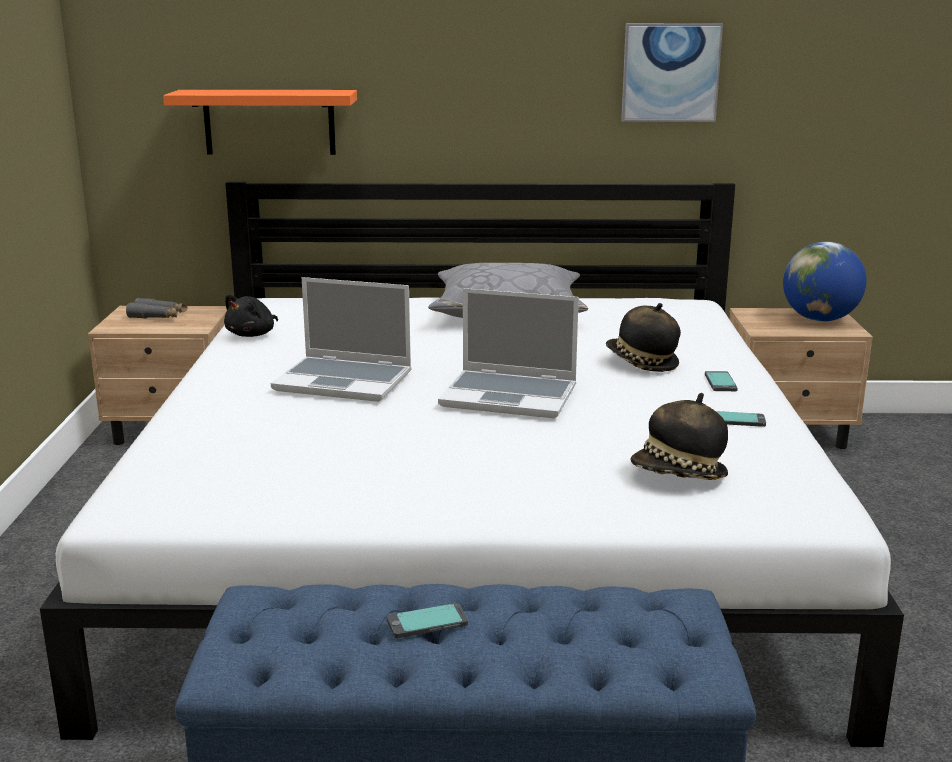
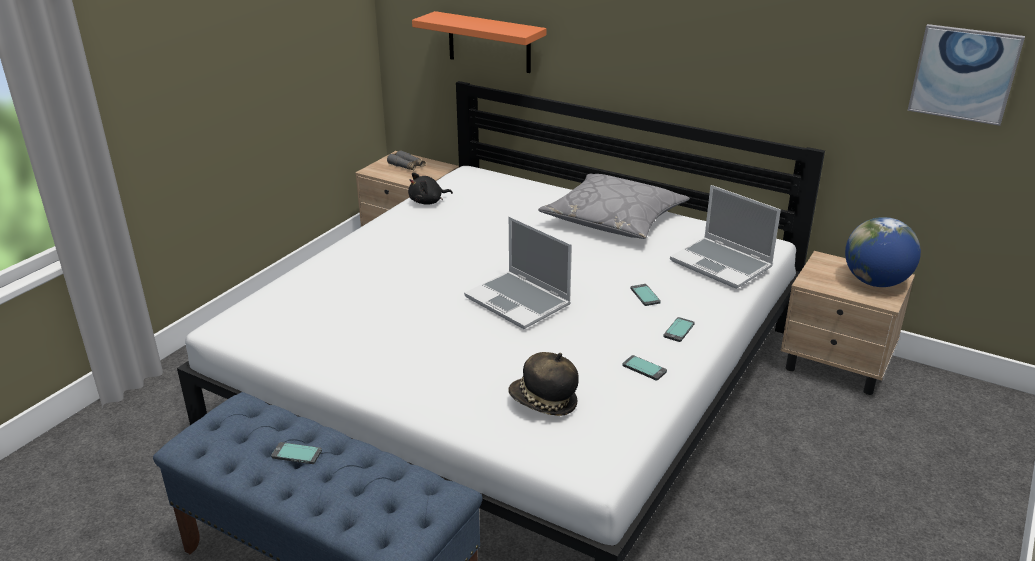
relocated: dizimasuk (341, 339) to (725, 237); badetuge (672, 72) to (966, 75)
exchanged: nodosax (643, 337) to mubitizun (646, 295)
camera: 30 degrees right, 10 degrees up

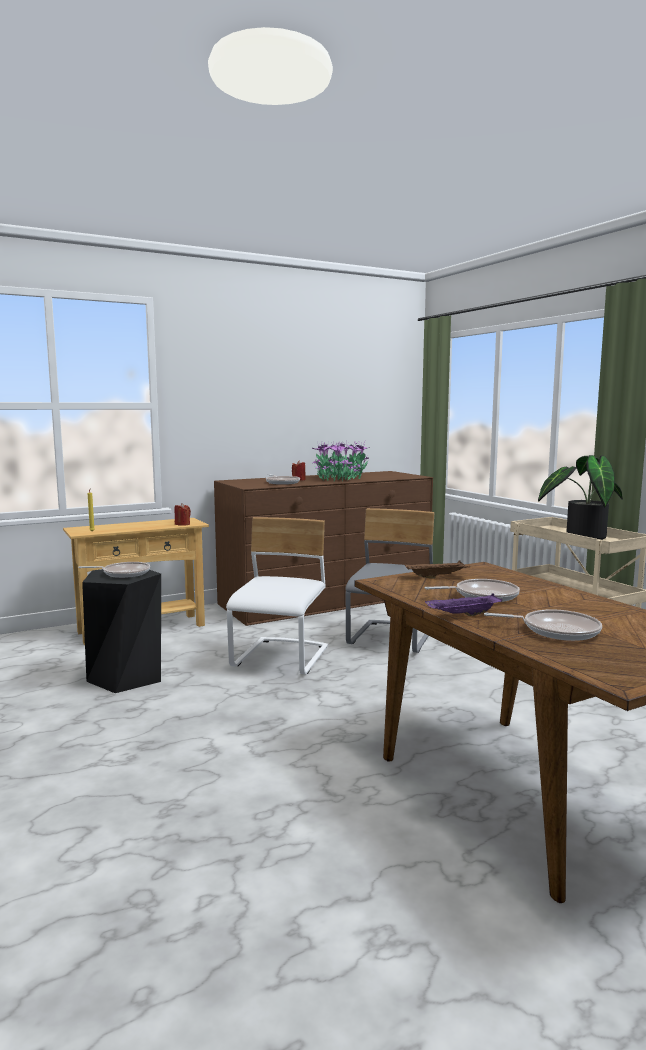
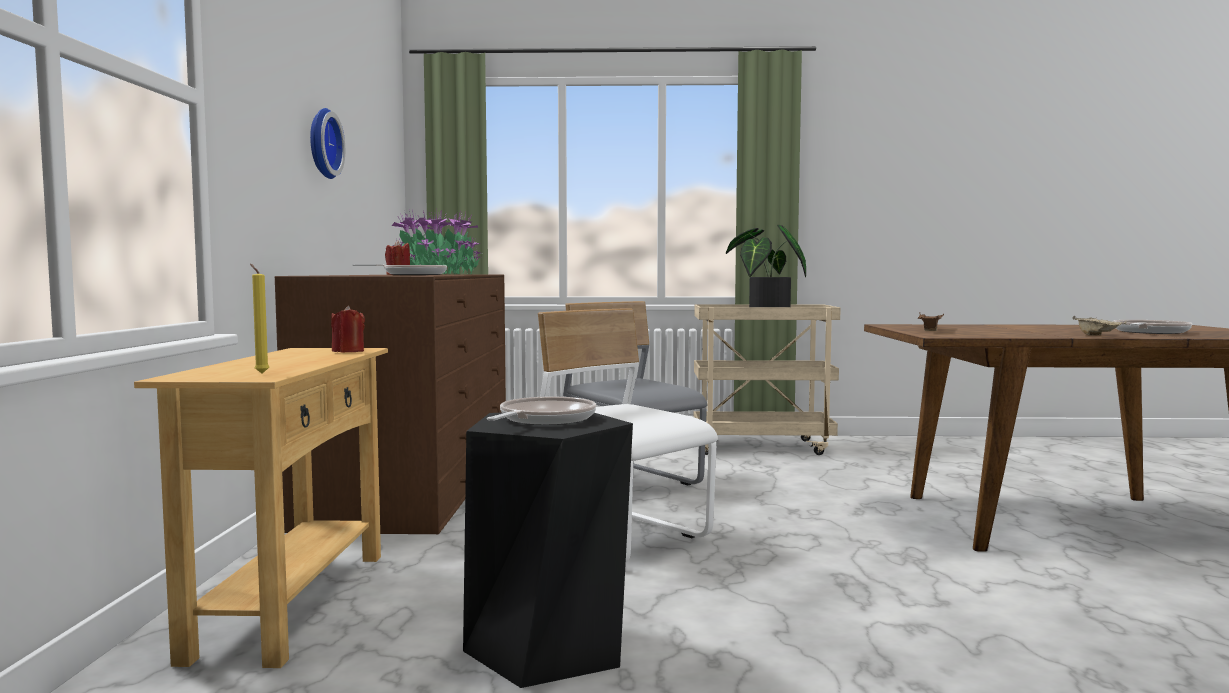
missing: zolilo (472, 590)
appeared: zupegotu (327, 143)
colour: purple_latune (463, 604) to beige_latune (1099, 326)
camera: 60 degrees left, 5 degrees down

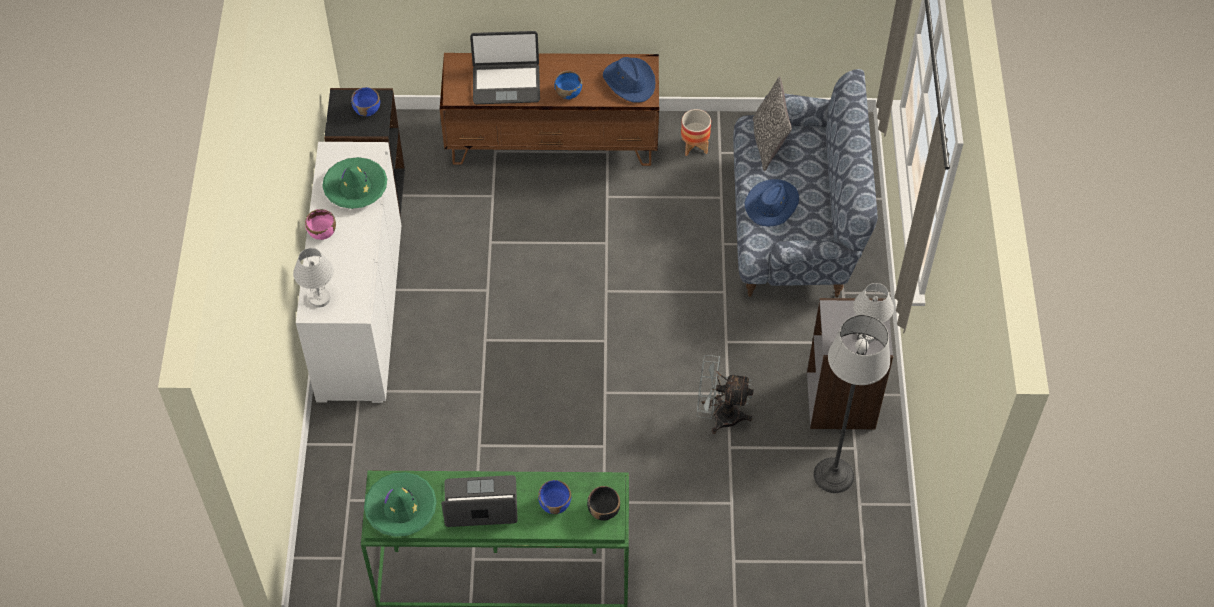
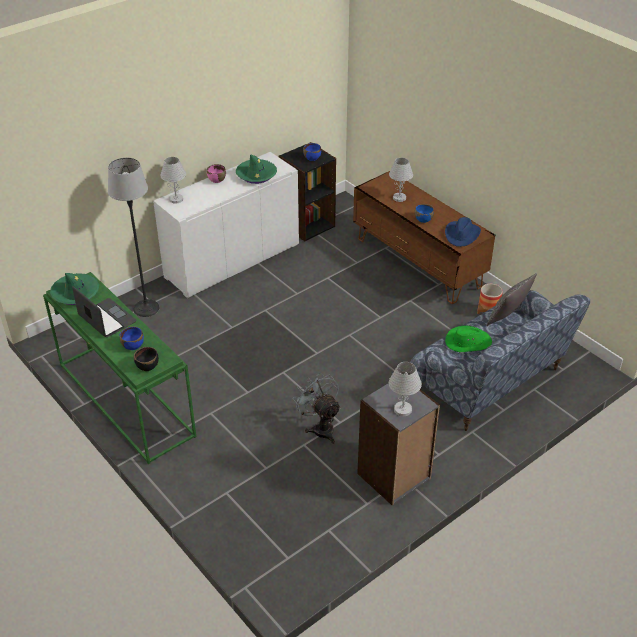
relocated: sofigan (852, 404) to (134, 237)
exchanged: dizimasuk (505, 67) to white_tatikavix (401, 180)
colour: blue_nodosax (772, 203) to green_nodosax (468, 339)
camera: 50 degrees right, 15 degrees down

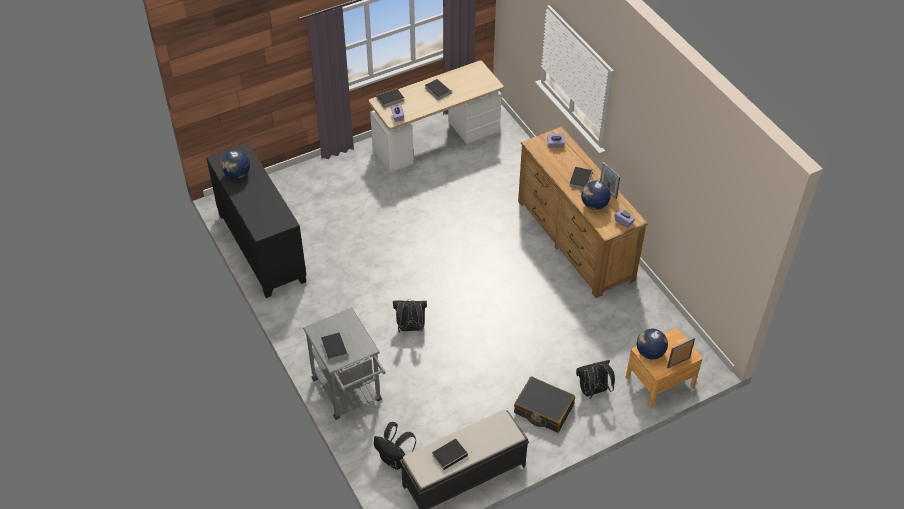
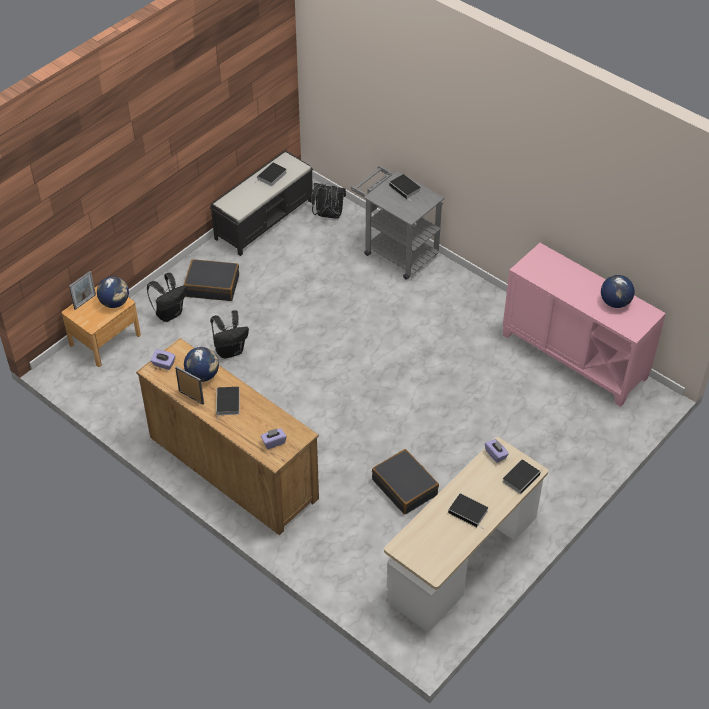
appeared: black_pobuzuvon (405, 482)
relocated: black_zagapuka (410, 316) to (229, 334)
colour: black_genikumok (256, 220) to pink_genikumok (584, 325)
camera: 160 degrees right, 0 degrees up

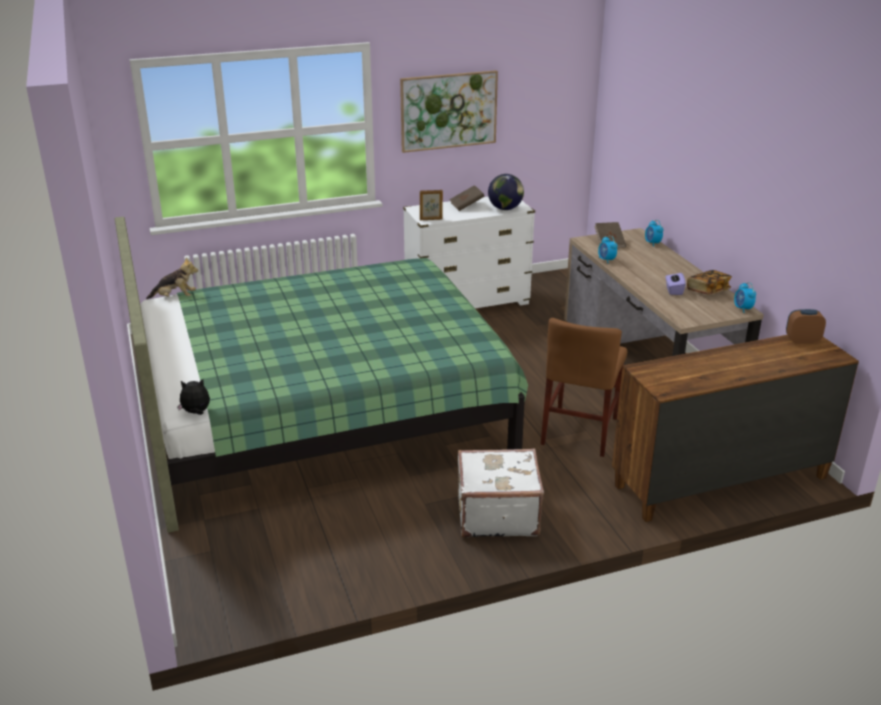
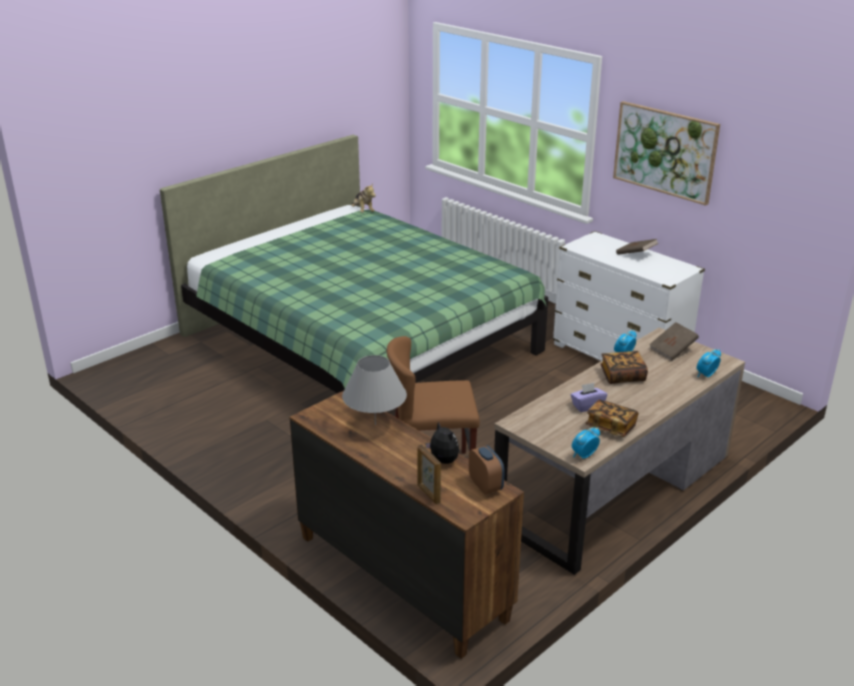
missing: white_pobuzuvon (501, 493); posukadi (506, 192)
appeared: grey_tatikavix (374, 390); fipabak (624, 367)
relocated: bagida (193, 397) to (442, 443); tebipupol (431, 205) to (429, 474)
camera: 65 degrees right, 0 degrees up

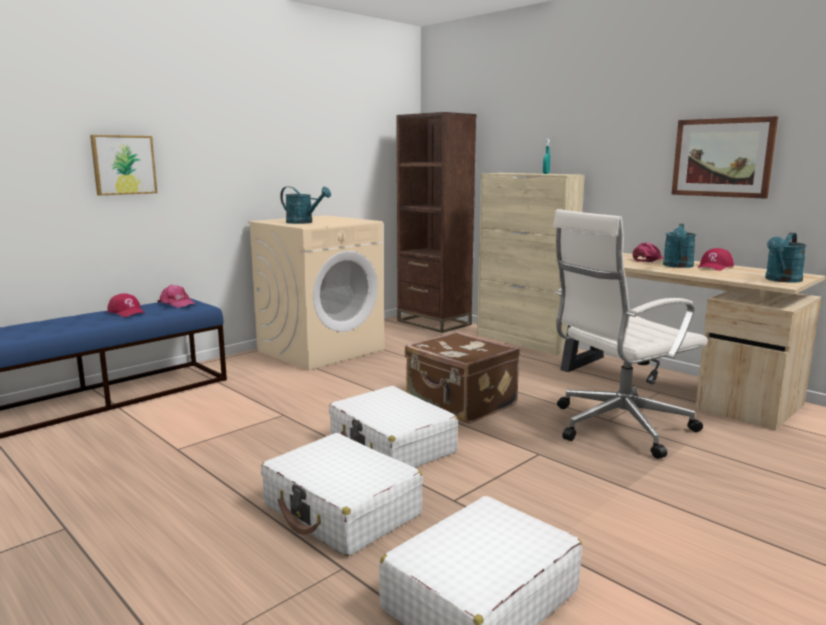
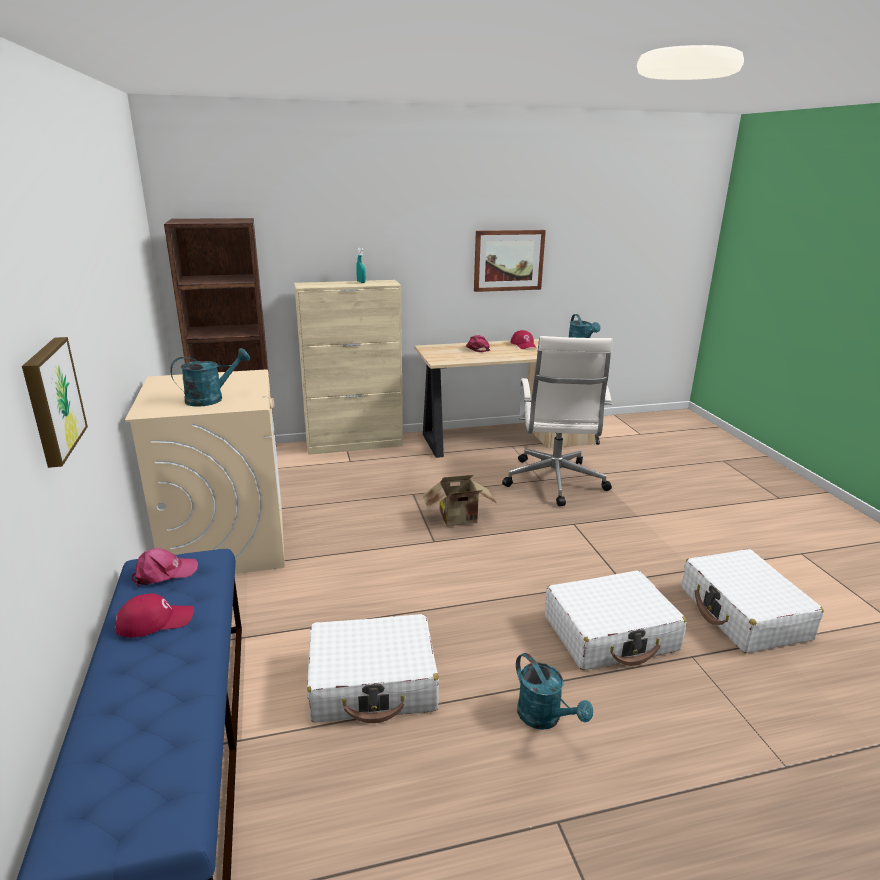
relocated: white_pobuzuvon (393, 427) to (373, 668); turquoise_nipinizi (679, 246) to (554, 691)
exchanged: brown_pobuzuvon (462, 377) to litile (459, 500)
camera: 60 degrees left, 10 degrees up

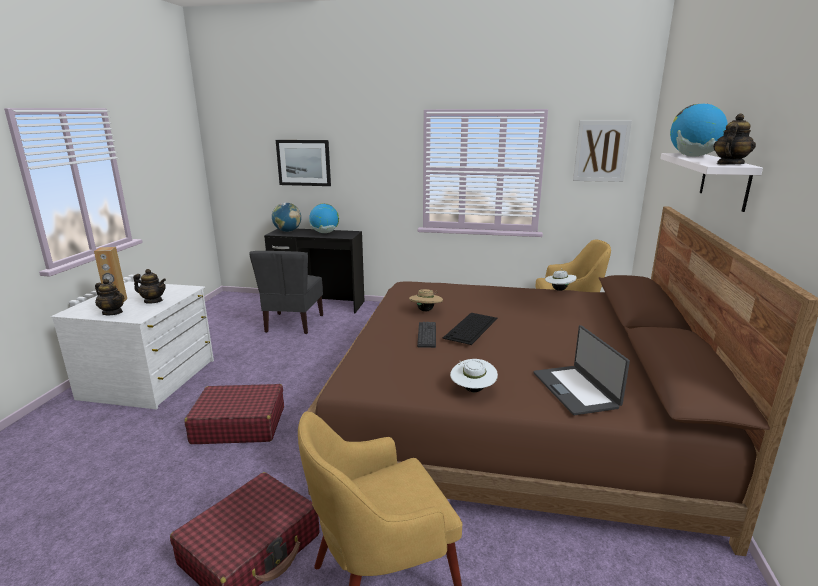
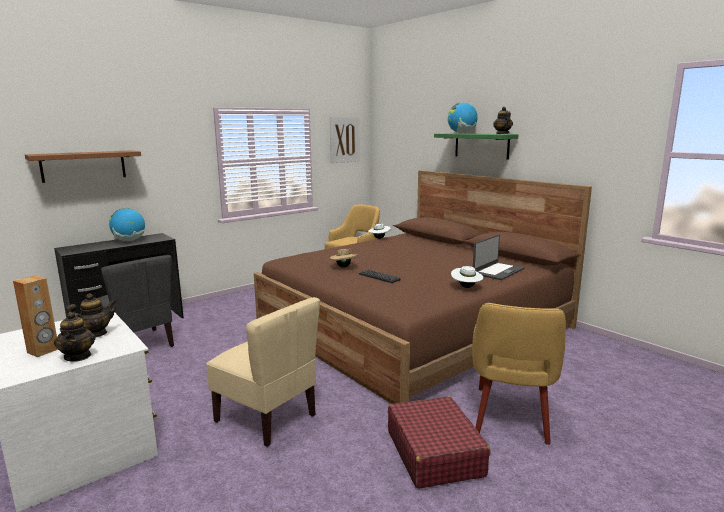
missing: posukadi (286, 217); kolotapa (470, 329)
exchanged: red_pobuzuvon (234, 414) to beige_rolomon (263, 372); badetuge (303, 163) to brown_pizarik (83, 166)
colour: white_pizarik (711, 182) to green_pizarik (476, 146)
spun: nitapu (109, 297) = (74, 337) 90 degrees clockwise; dizimasuk (581, 370) = (499, 257) 75 degrees counterclockwise
camera: 50 degrees left, 5 degrees down

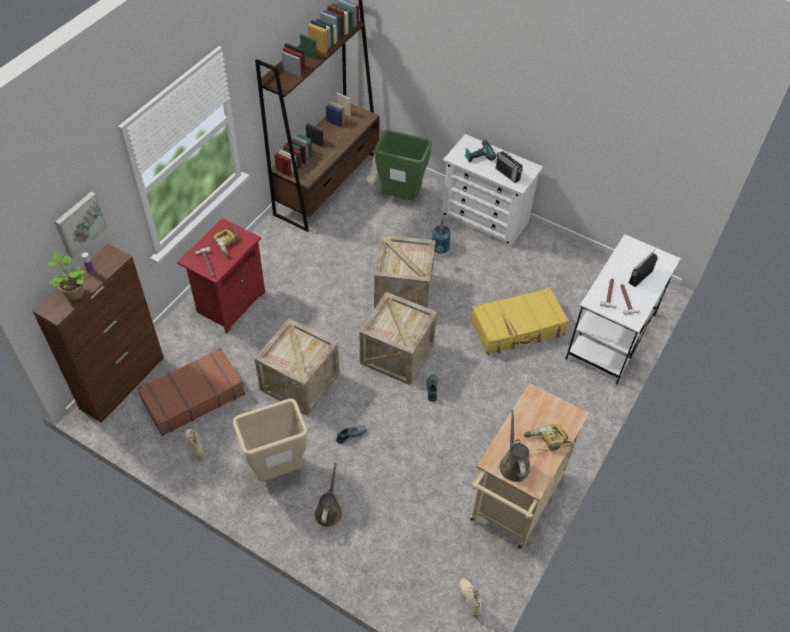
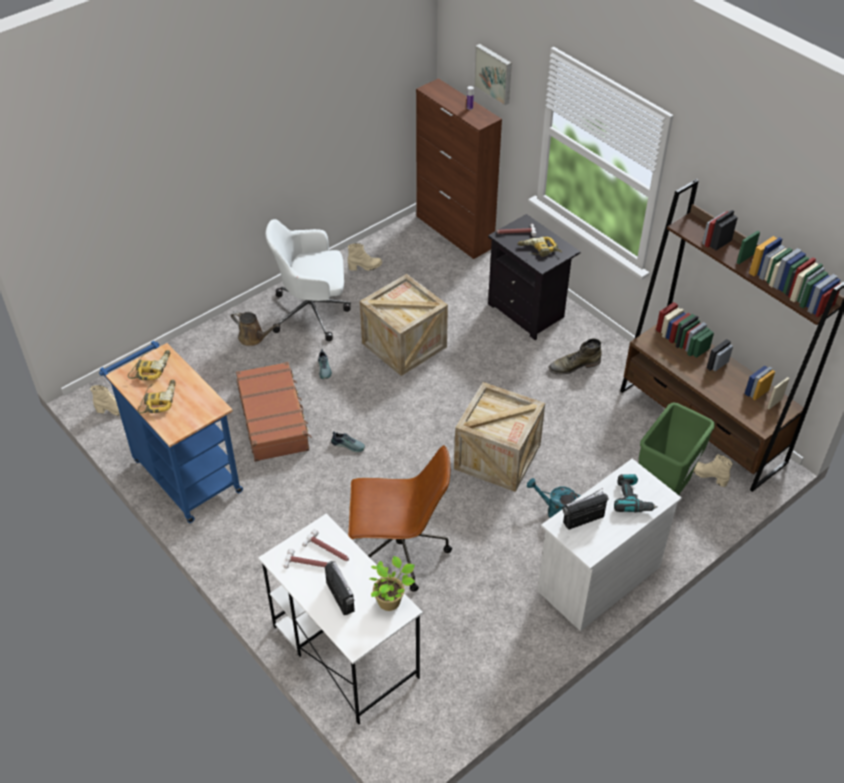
missing: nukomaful (398, 338)
appeared: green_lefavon (575, 356)
relocated: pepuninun (66, 276) to (392, 583); brown_pobuzuvon (191, 392) to (274, 412)
exchanged: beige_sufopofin (270, 440) to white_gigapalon (308, 280); yellow_pobuzuvon (519, 321) to brown_gigapalon (400, 518); brown_nipinizi (514, 446) to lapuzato (149, 365)
colour: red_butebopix (221, 275) to black_butebopix (534, 277); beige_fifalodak (529, 466) to blue_fifalodak (171, 432)
camera: 110 degrees right, 5 degrees down

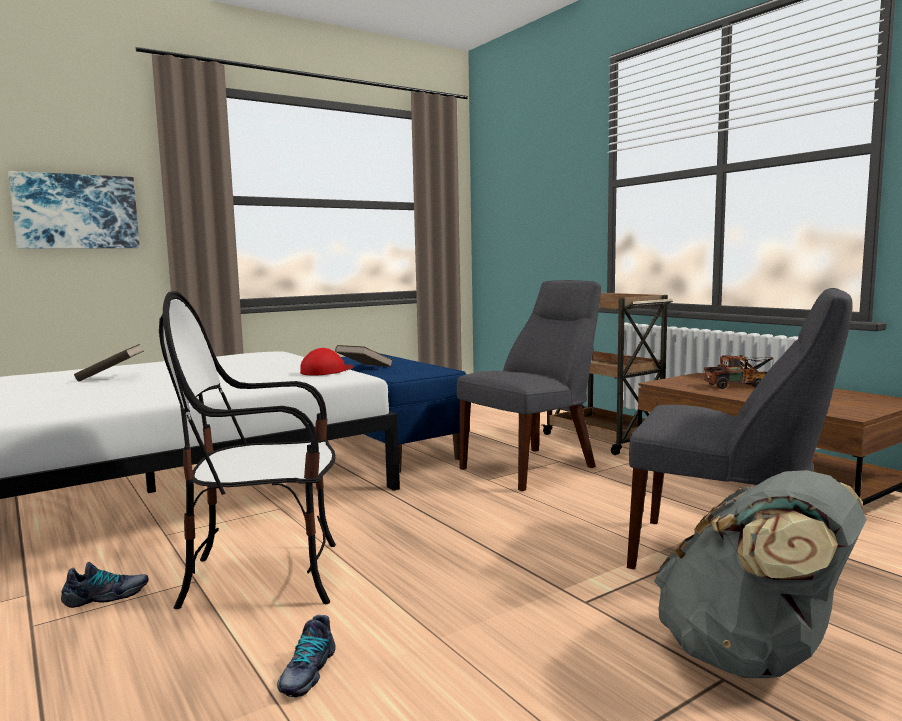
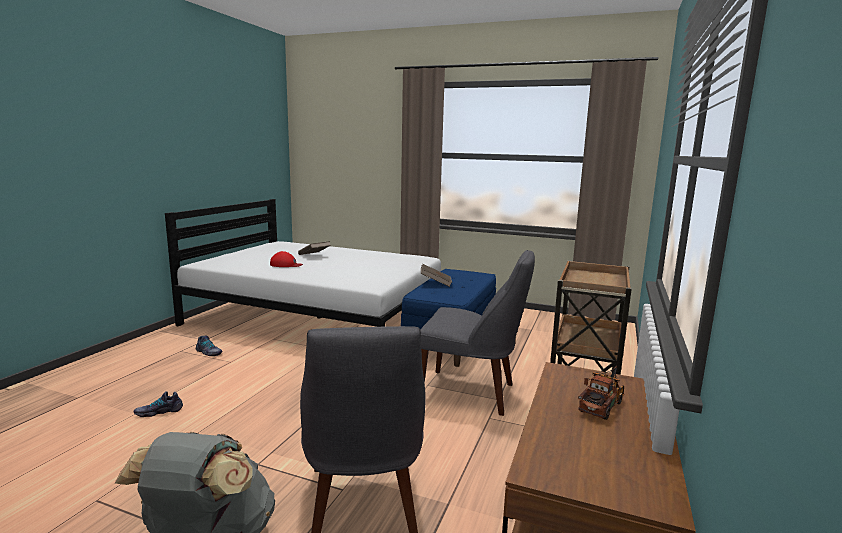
missing: badetuge (74, 210); rolomon (247, 450)
relocated: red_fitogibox (326, 362) to (286, 259)
spun: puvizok (738, 372) = (601, 393) 105 degrees counterclockwise
camera: 55 degrees right, 5 degrees up

